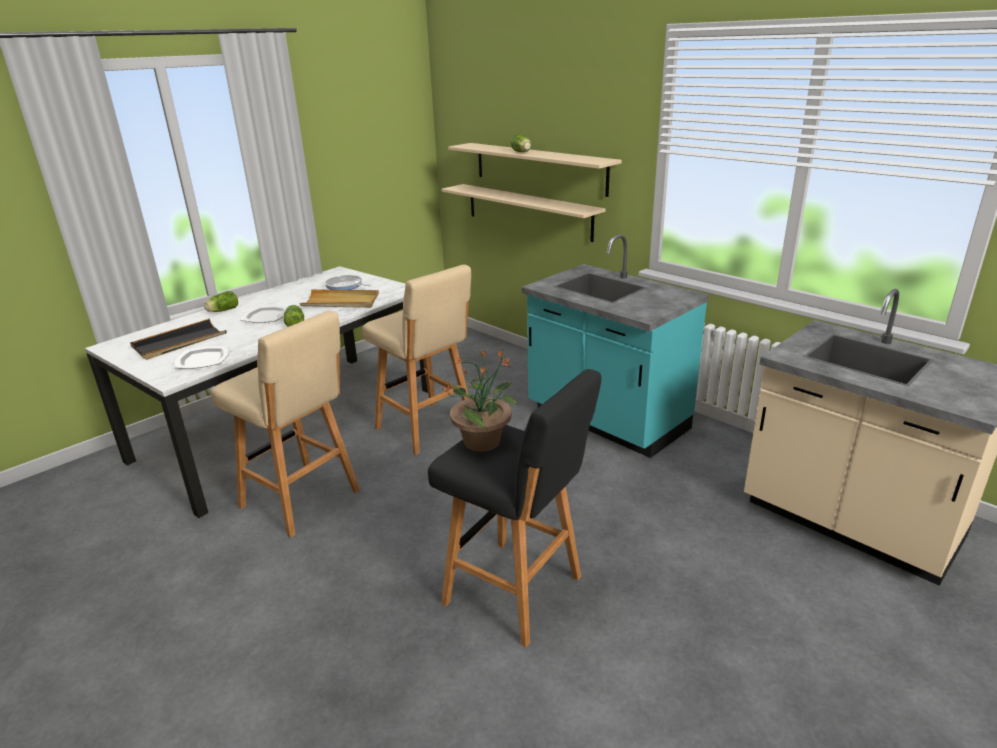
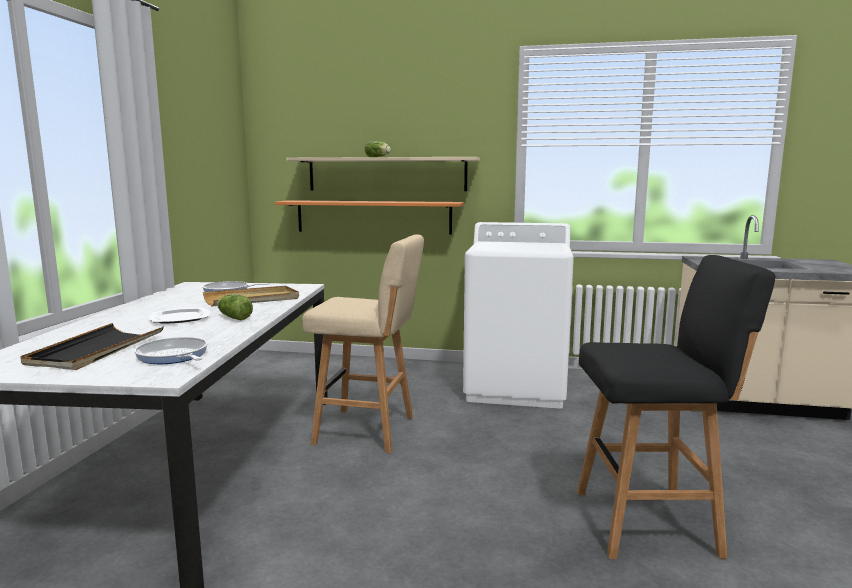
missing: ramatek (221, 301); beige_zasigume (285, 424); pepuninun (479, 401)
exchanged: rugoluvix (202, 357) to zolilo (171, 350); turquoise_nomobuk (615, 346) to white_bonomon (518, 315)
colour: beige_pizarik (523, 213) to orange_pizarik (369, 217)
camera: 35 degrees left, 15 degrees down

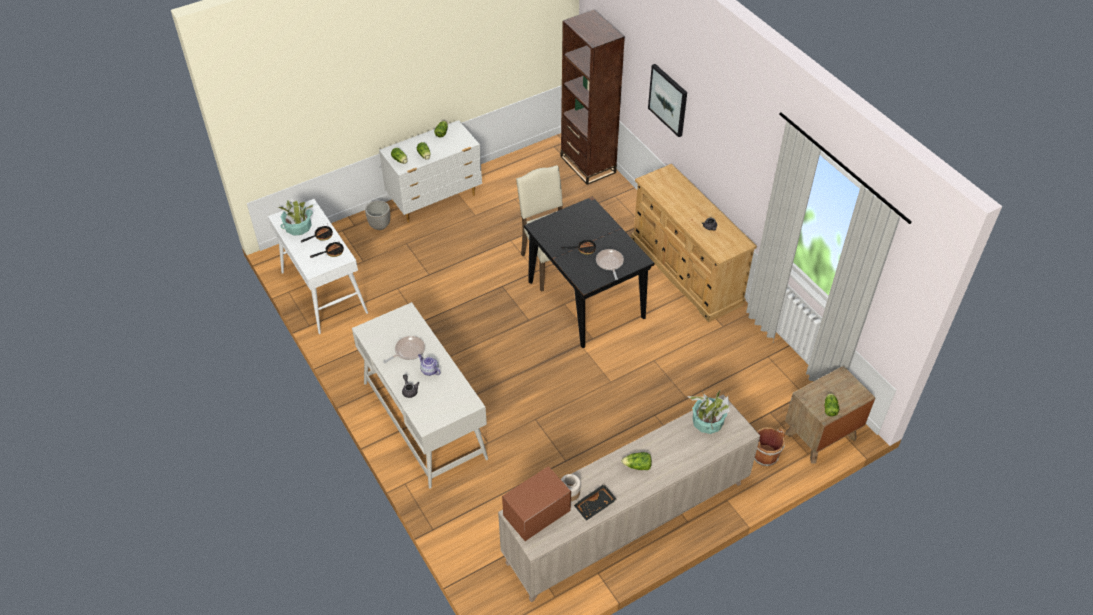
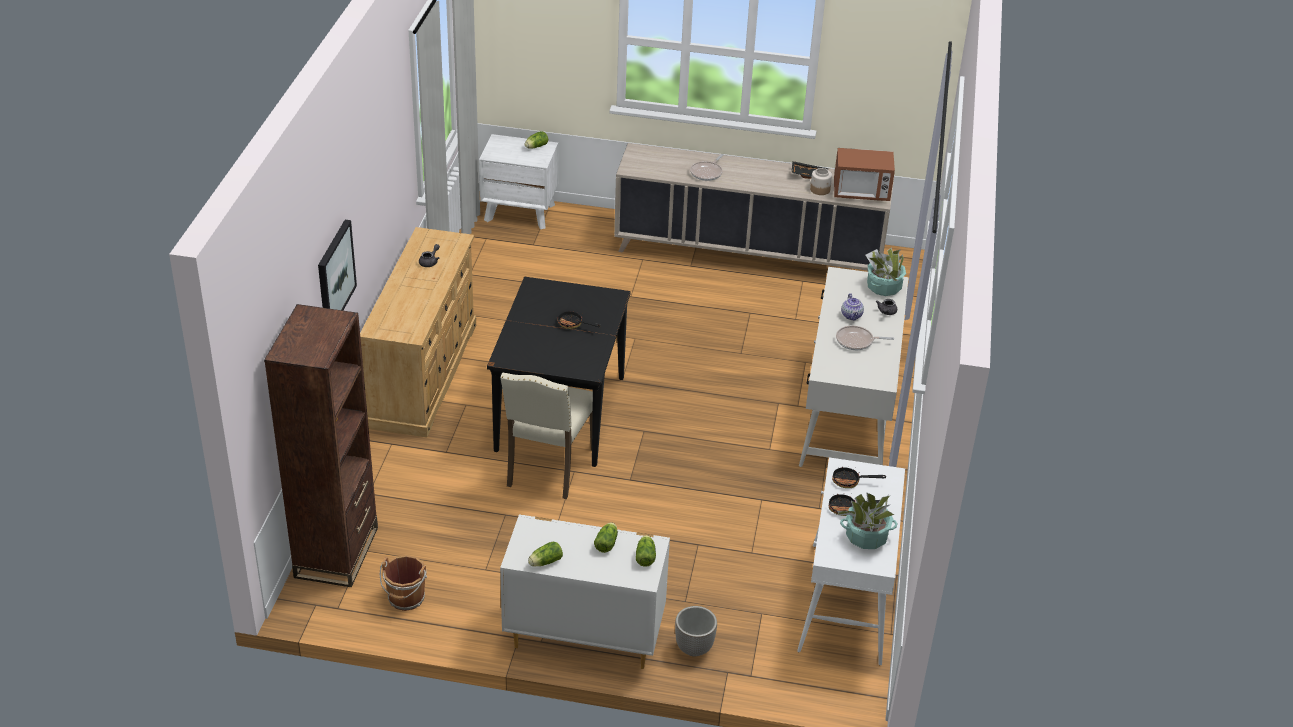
missing: ramatek (636, 461)
relocated: zolilo (610, 264) to (707, 167); pepuninun (708, 412) to (885, 272); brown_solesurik (769, 446) to (403, 583)
colour: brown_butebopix (830, 415) to white_butebopix (518, 181)
camera: 140 degrees left, 10 degrees down

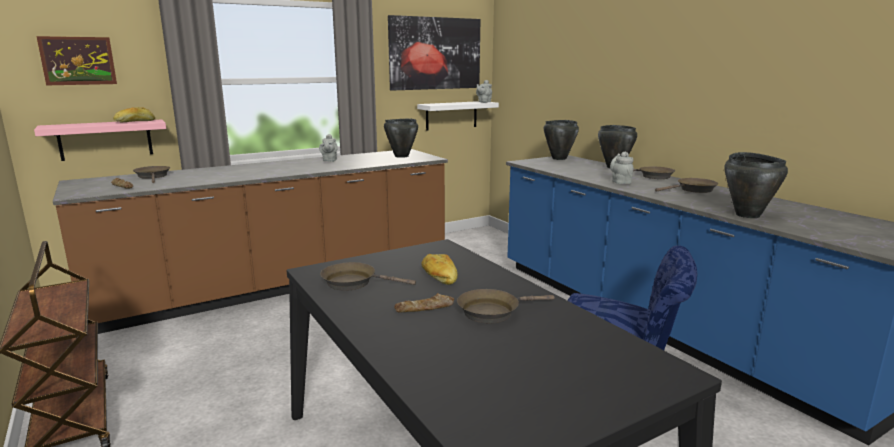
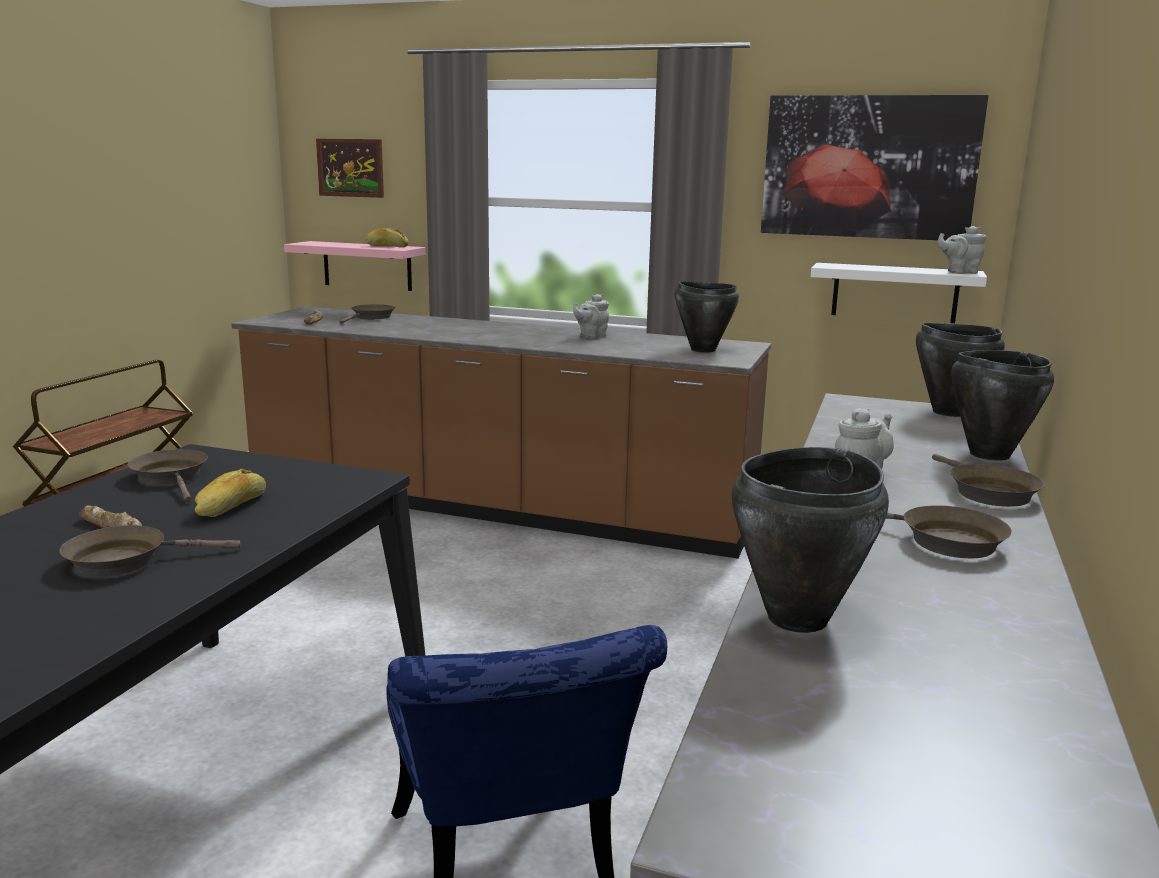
spun: brown_zolilo (506, 306) = (150, 550) 45 degrees counterclockwise
camera: 50 degrees right, 0 degrees up

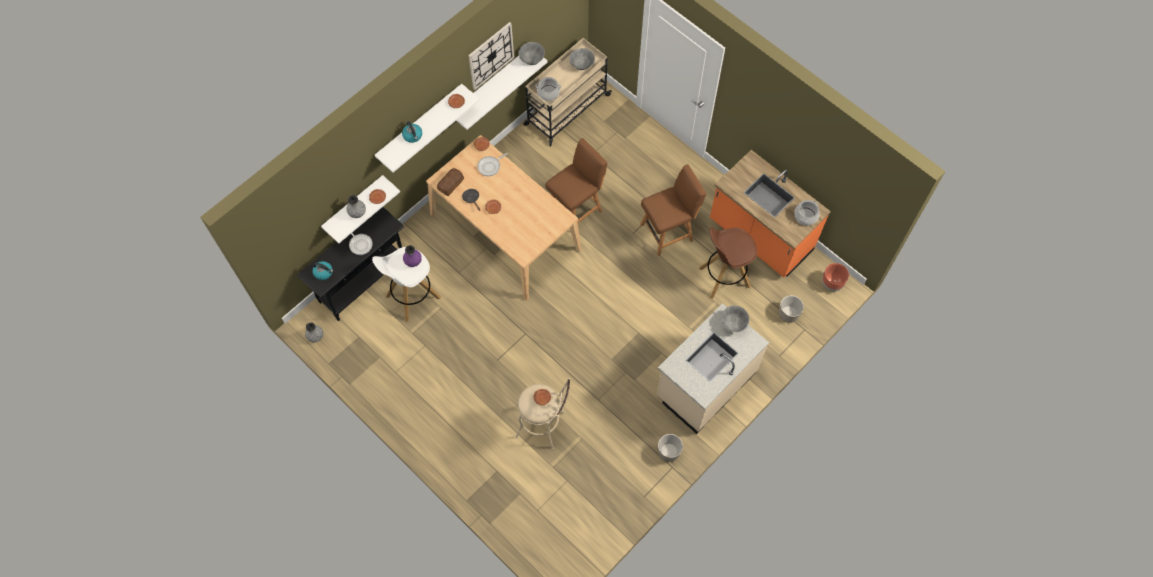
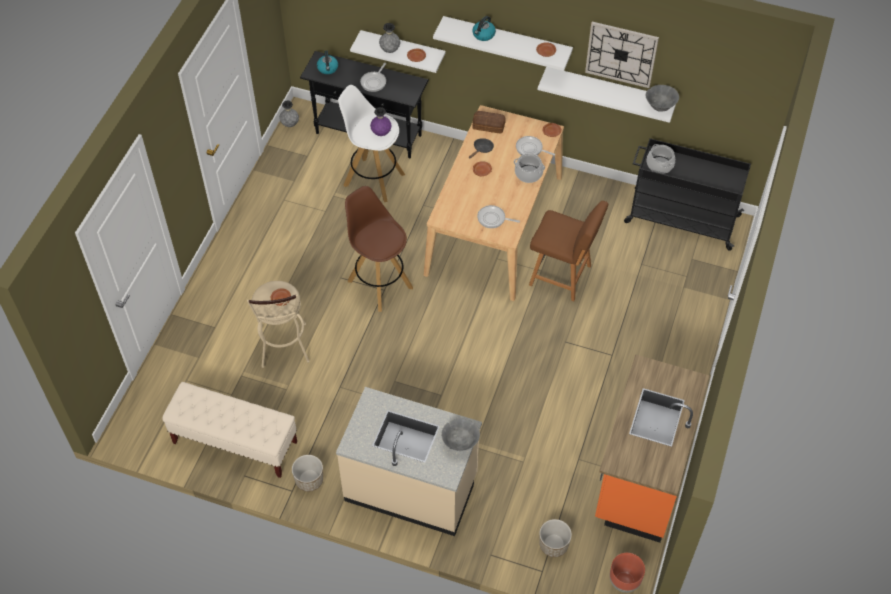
missing: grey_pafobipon (582, 59); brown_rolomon (673, 210)
appeared: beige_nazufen (229, 430); zolilo (498, 216)
relocated: brown_zasigume (728, 263) to (379, 249); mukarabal (807, 213) to (529, 168)
colour: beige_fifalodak (567, 92) to black_fifalodak (687, 194)
camera: 65 degrees right, 10 degrees down

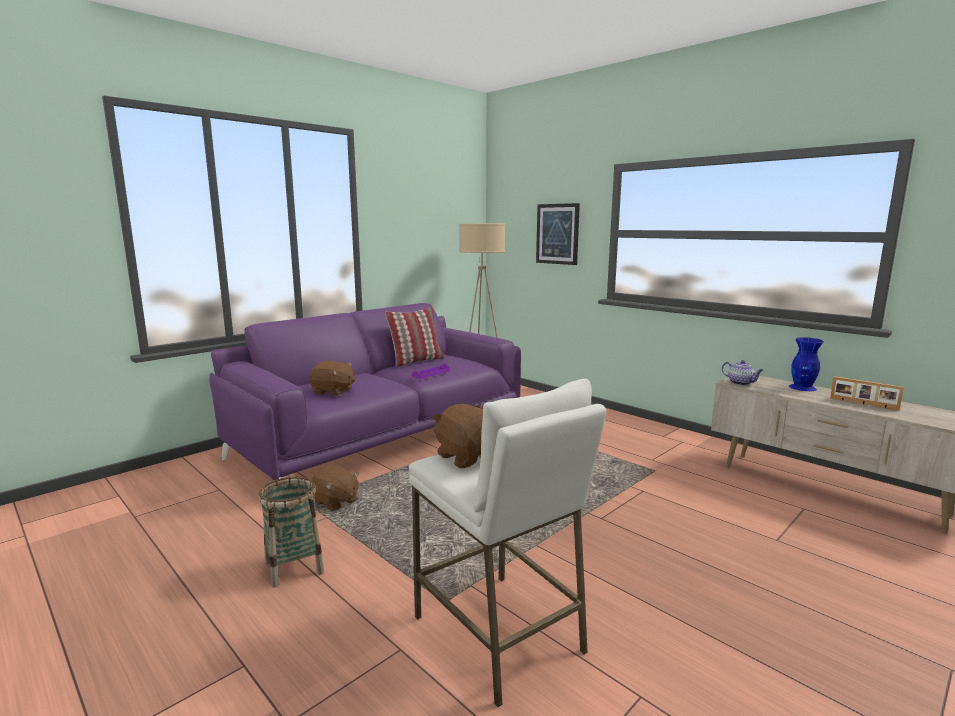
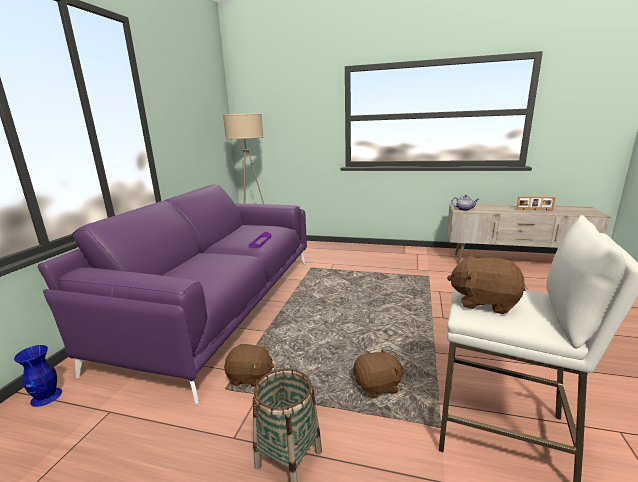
missing: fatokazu (414, 337); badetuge (558, 234)
relocated: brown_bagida (332, 378) to (378, 373); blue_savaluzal (806, 364) to (38, 376)
camera: 30 degrees left, 5 degrees up

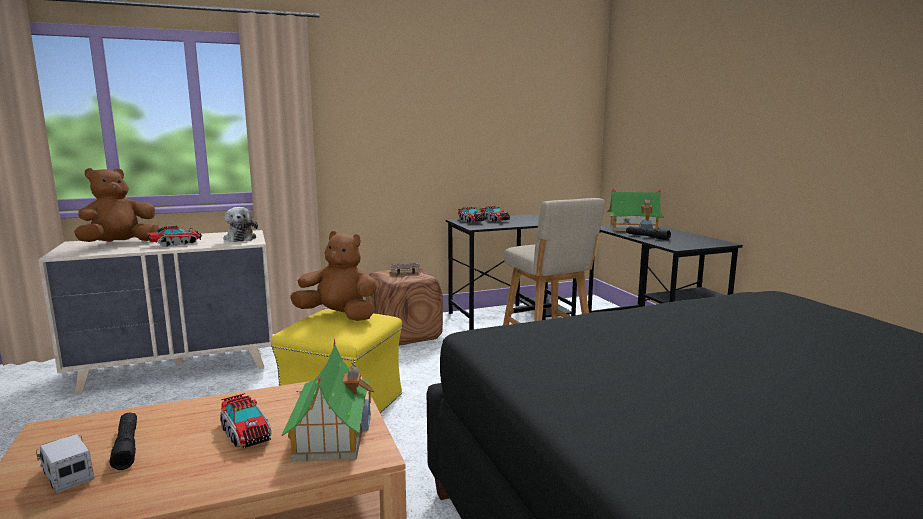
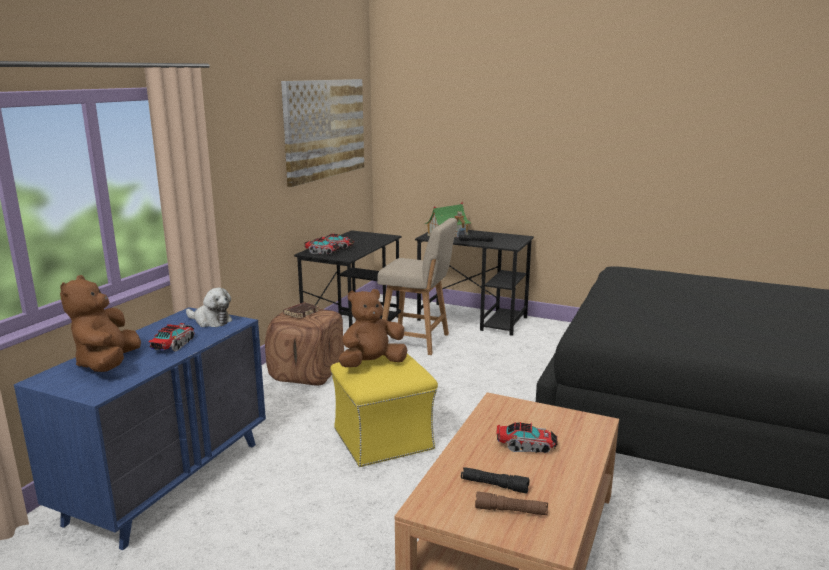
missing: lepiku (328, 400)
appeared: badetuge (322, 133)
exchanged: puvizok (65, 463) to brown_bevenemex (511, 503)
colour: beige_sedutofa (155, 312) to blue_sedutofa (140, 428)
camera: 45 degrees left, 5 degrees up

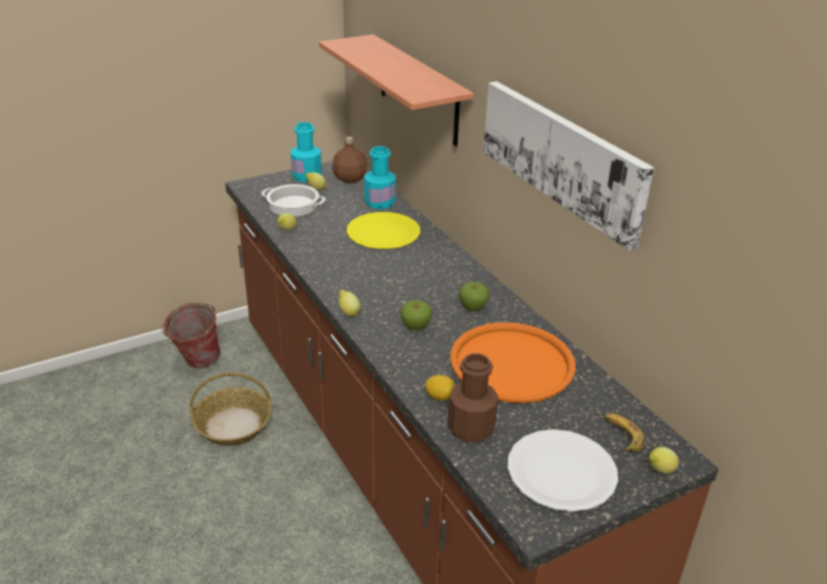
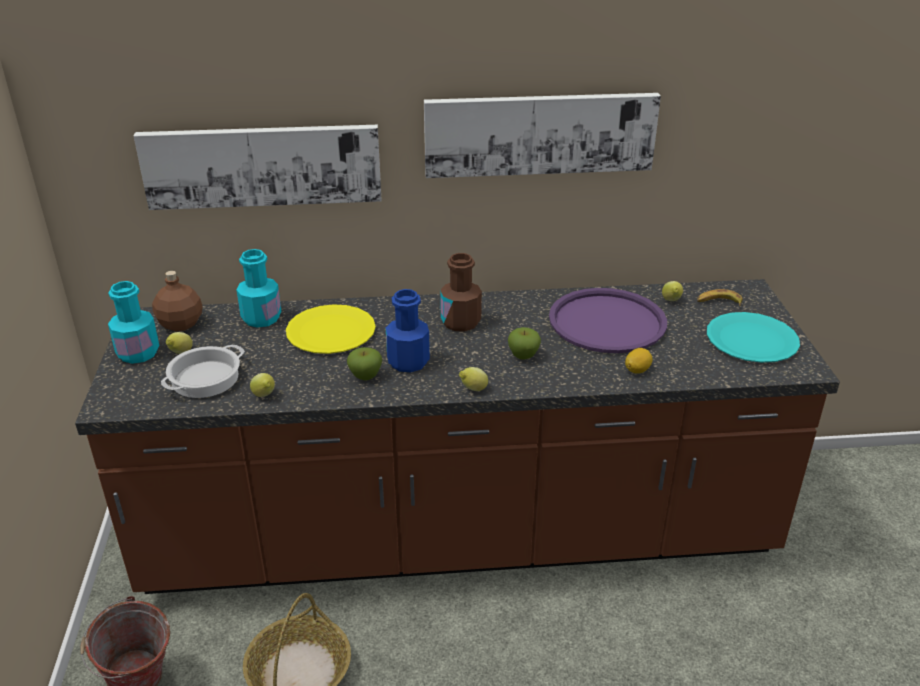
appeared: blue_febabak (408, 330)
relocated: brown_febabak (473, 398) to (461, 292); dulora (474, 296) to (364, 363); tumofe (664, 460) to (672, 291)
exchanged: pizarik (396, 90) to badetuge (258, 167)
colour: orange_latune (512, 362) to purple_latune (608, 320); white_rugoluvix (563, 470) to turquoise_rugoluvix (753, 337)
camera: 65 degrees left, 0 degrees up

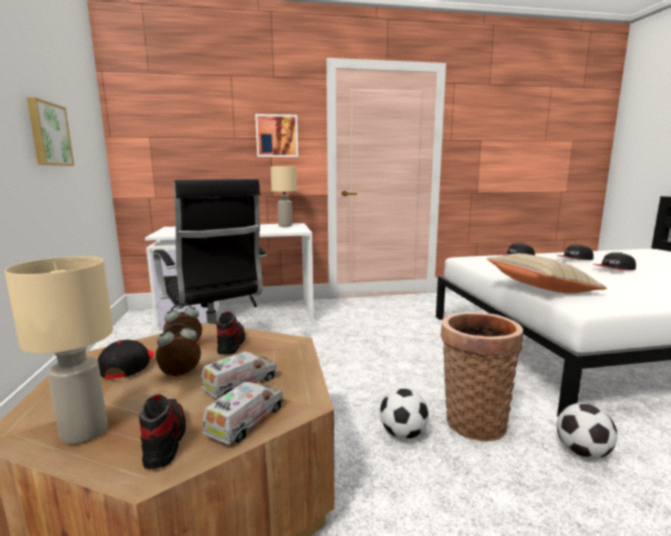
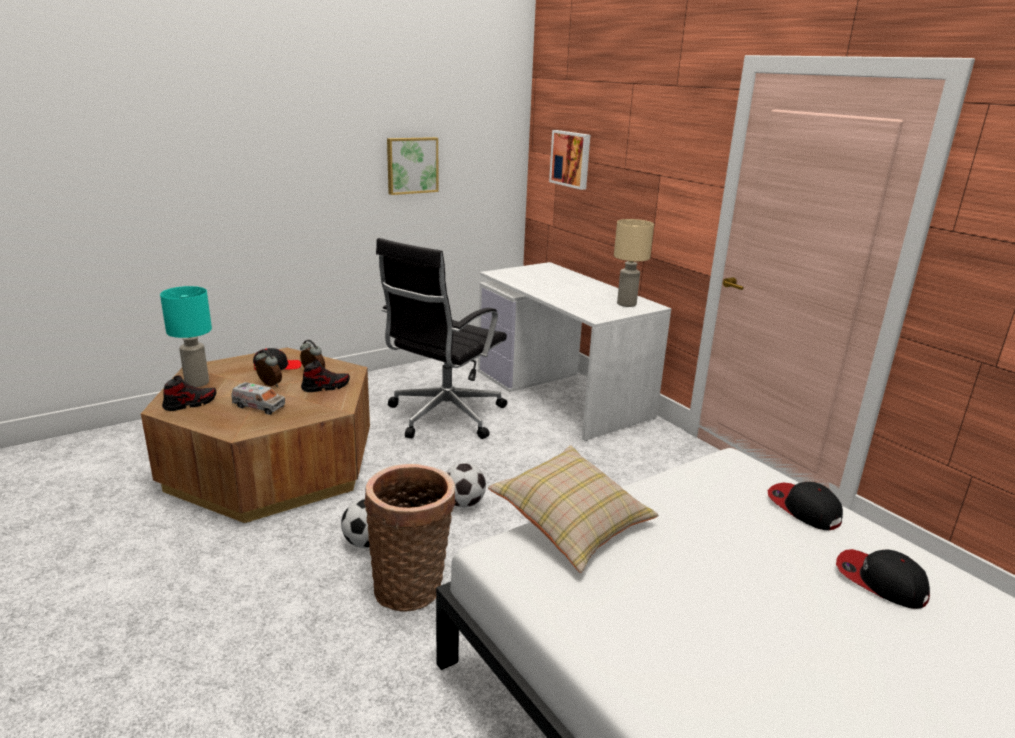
missing: puvizok (243, 413); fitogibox (614, 261)
relocated: badetuge (276, 135) to (569, 160); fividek (587, 431) to (466, 485)
colour: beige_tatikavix (59, 350) to turquoise_tatikavix (186, 336)
camera: 65 degrees right, 10 degrees up

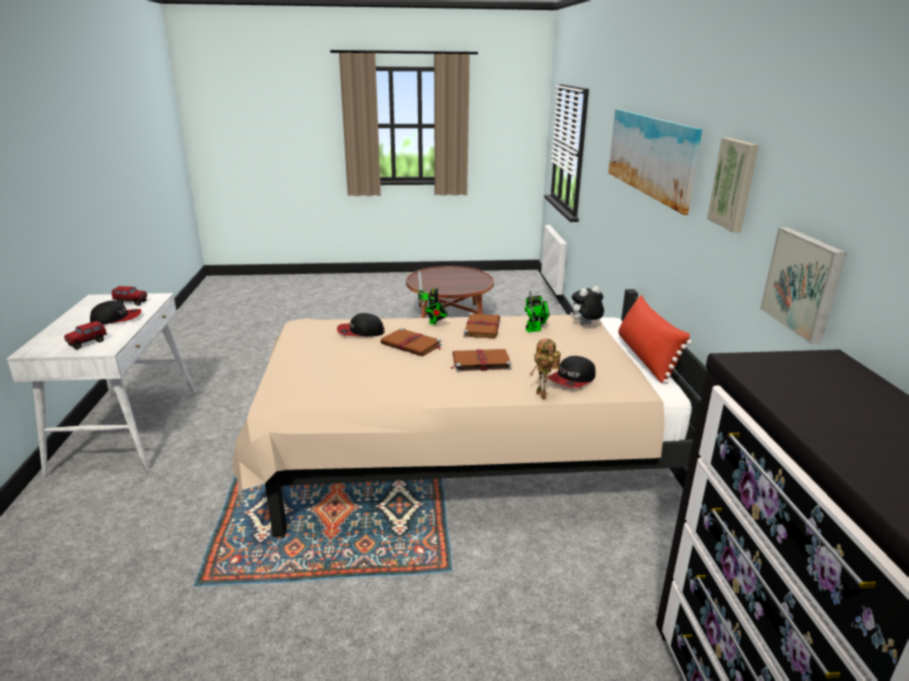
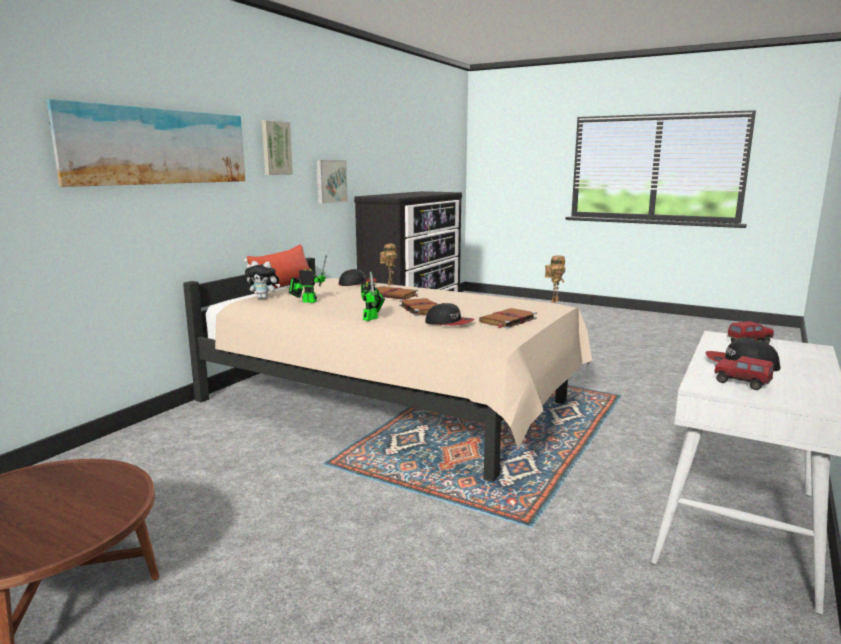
appeared: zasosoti (555, 279)
relocated: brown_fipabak (481, 326) to (508, 318)
camera: 145 degrees left, 10 degrees down

